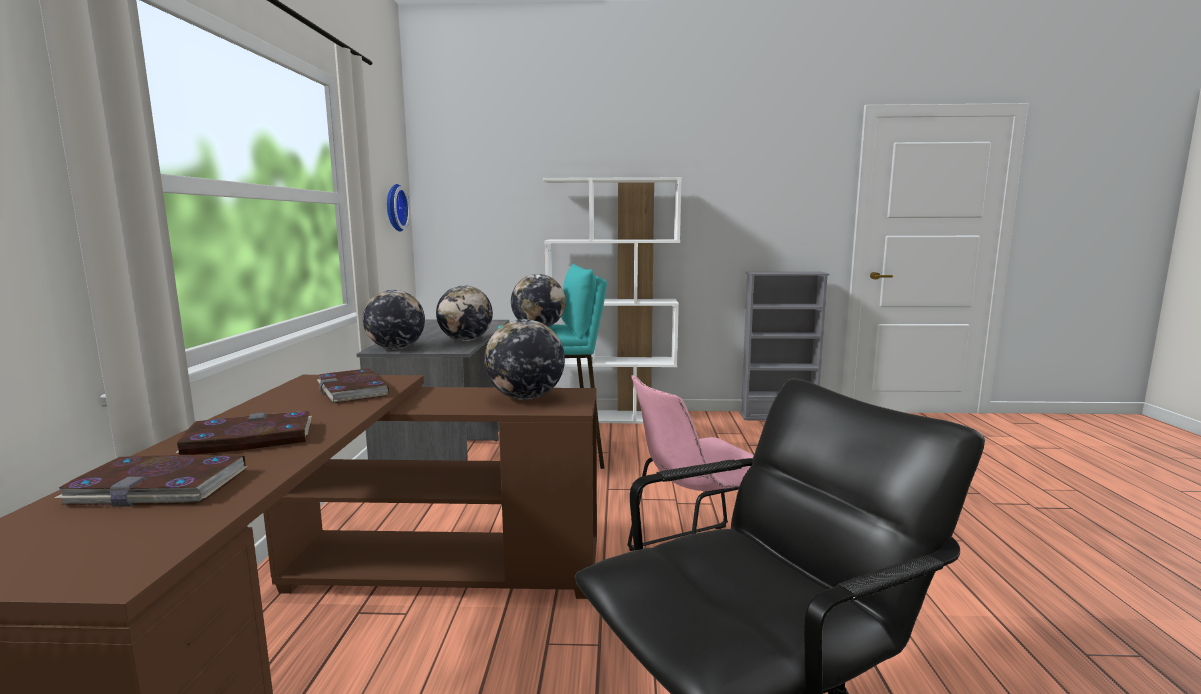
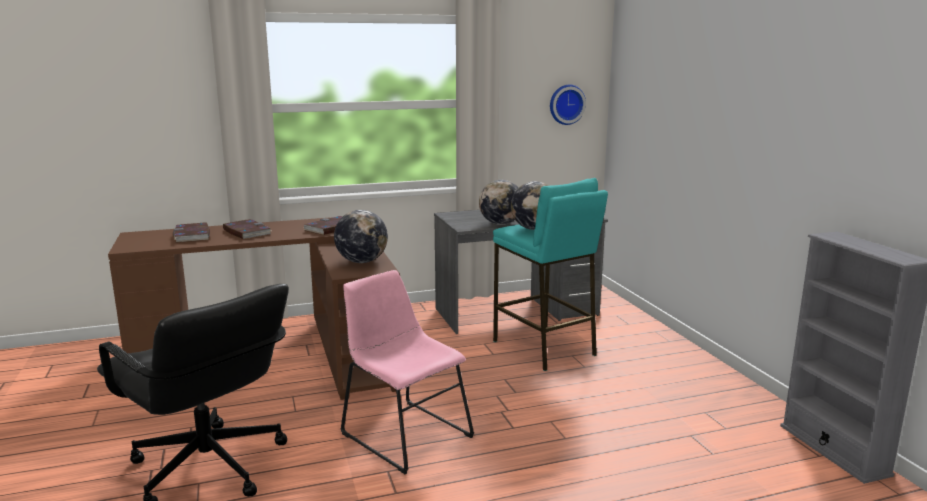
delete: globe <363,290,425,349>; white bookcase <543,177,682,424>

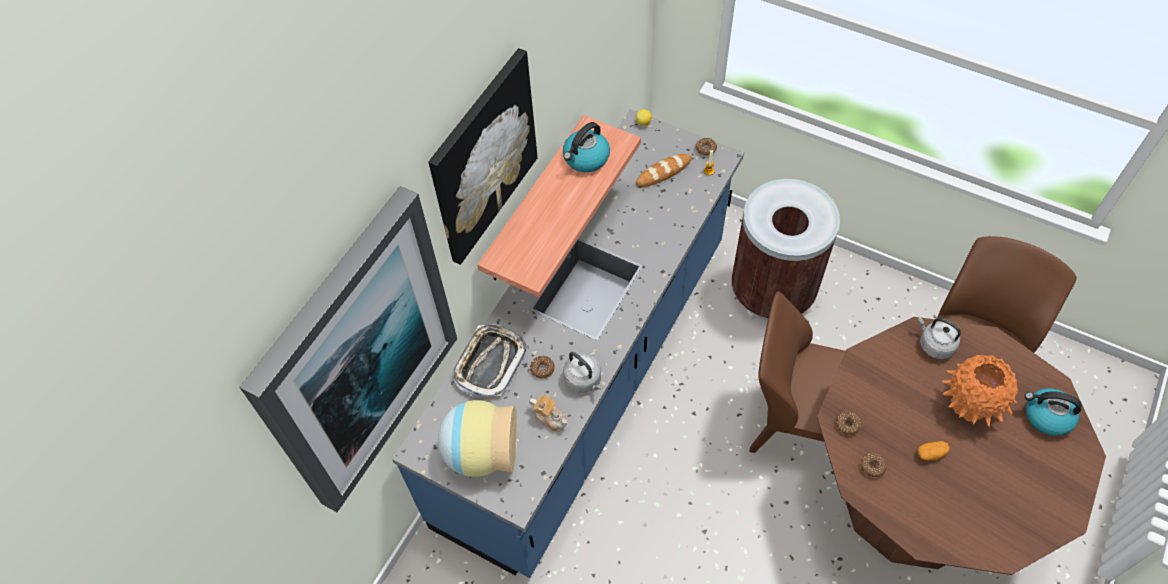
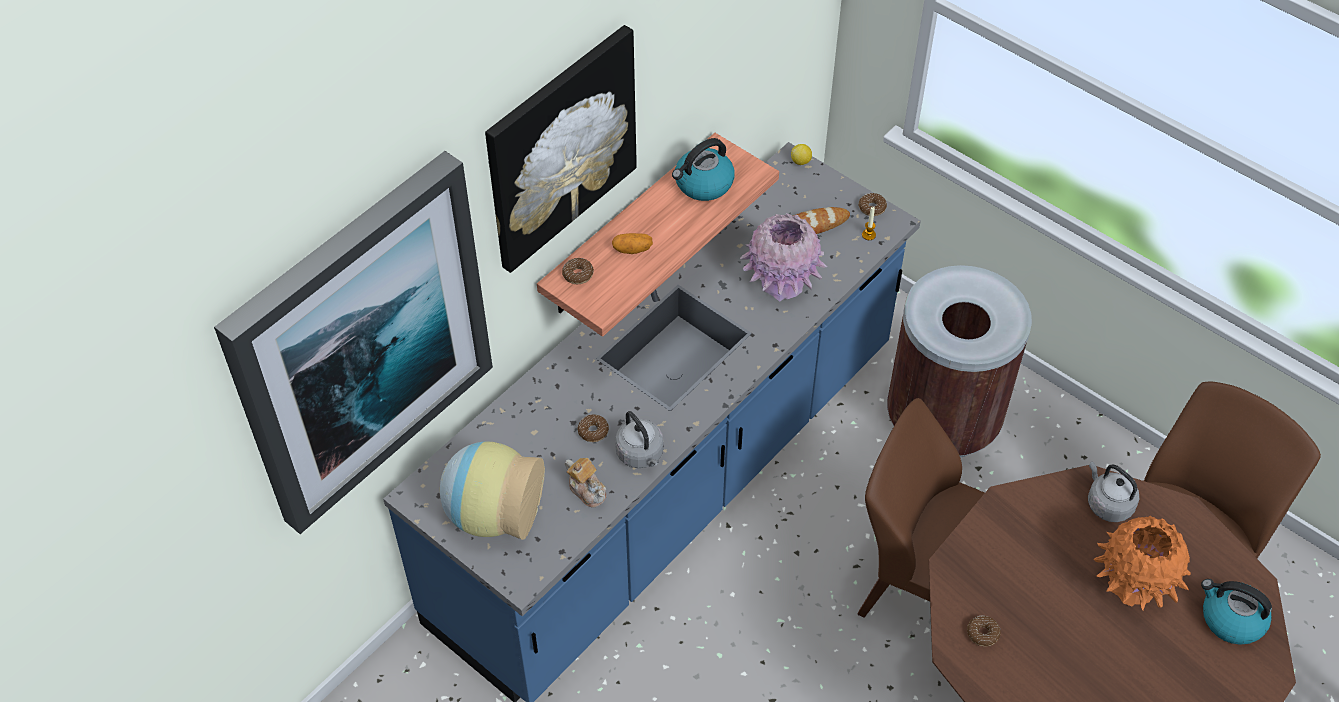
delete: tray <453,324,527,396>
insert: pink vase <740,213,827,302>
move: donut <836,412,862,435> to <562,258,594,284>; potato <917,441,950,461> to <612,233,653,254>

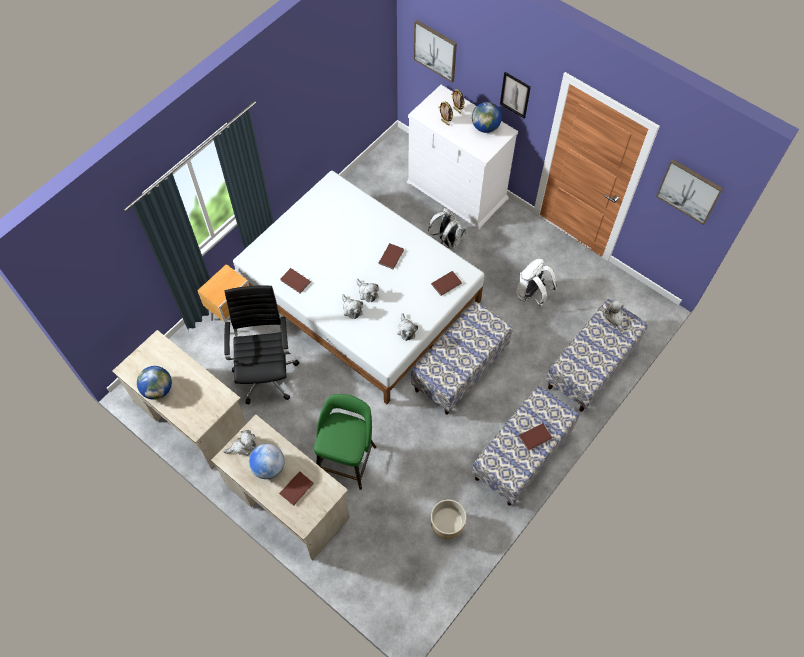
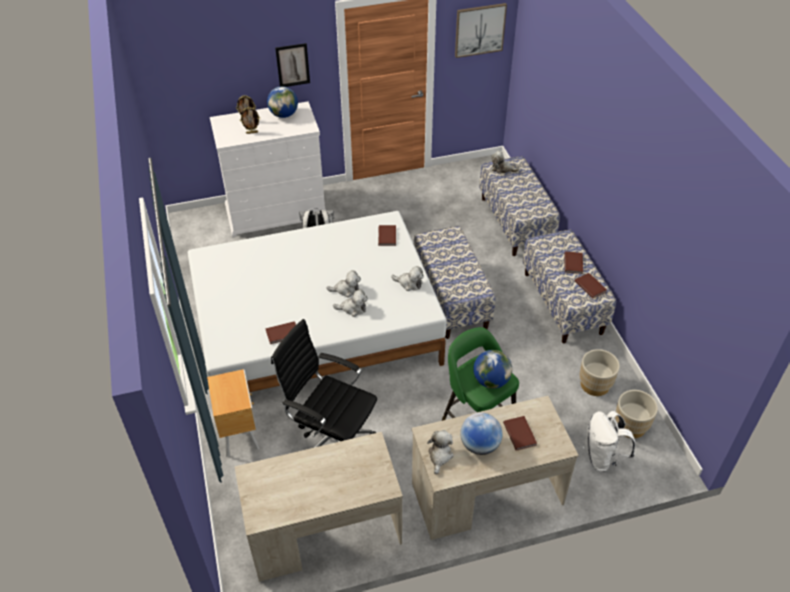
delete: picture <414,20,457,83>
insert: beige planter <615,390,658,438>
move: globe <137,366,172,400> to <473,350,512,389>; brown book <379,243,404,270> to <574,273,607,298>; white backpack <516,259,557,307> to <583,411,636,472>

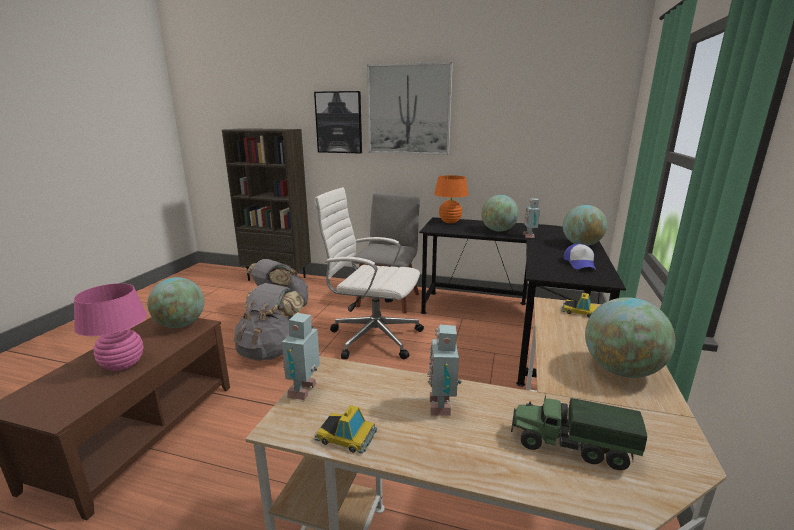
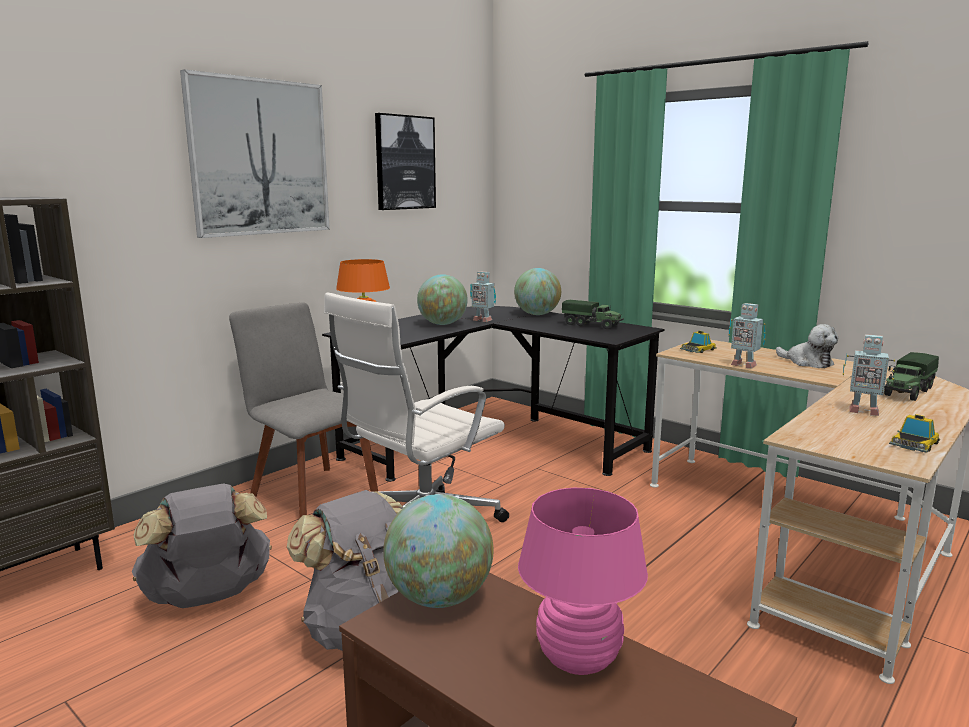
move: picture <314,91,362,154> to <375,113,436,210>; toy robot <282,313,320,400> to <728,303,766,368>
replace: cap <564,244,596,269> to toy truck <562,300,624,329>; globe <585,297,675,378> to plush toy <776,324,838,368>

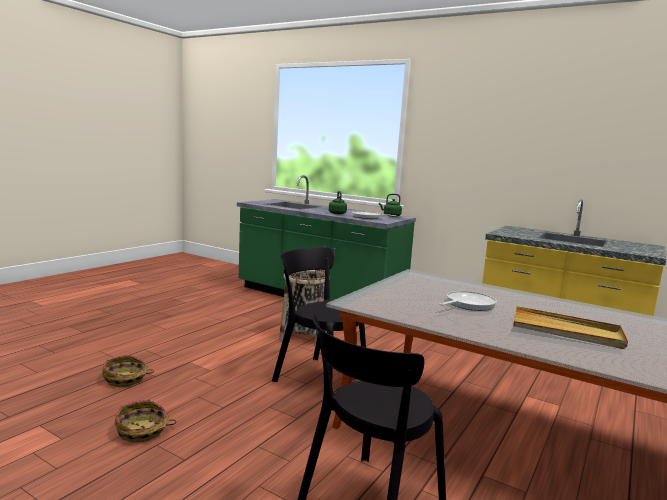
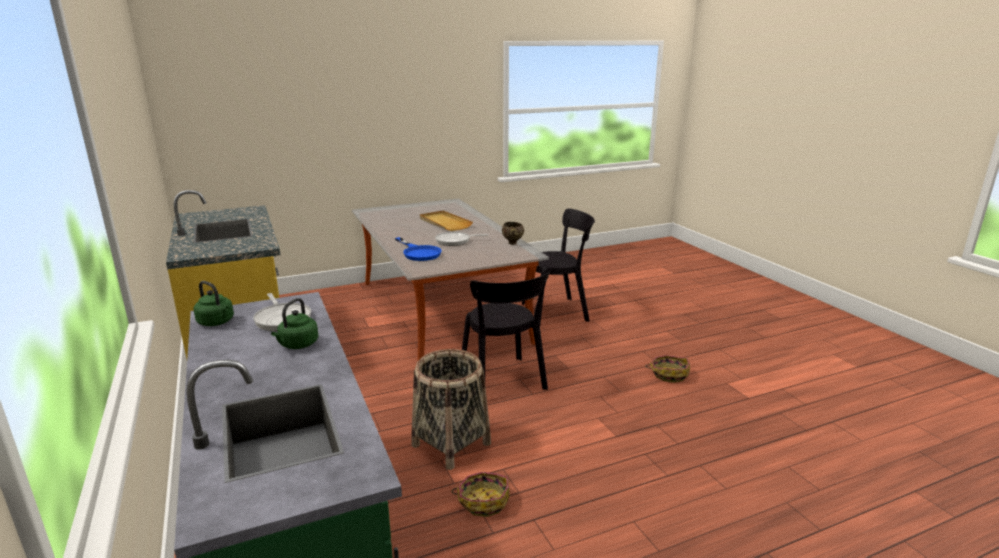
insert: blue frying pan <395,237,441,261>; brown bowl <502,222,524,245>
move: basket <102,355,154,387> to <451,472,510,517>

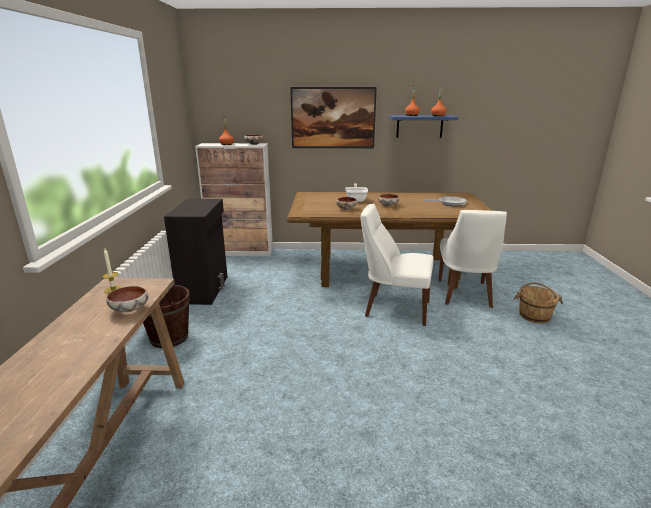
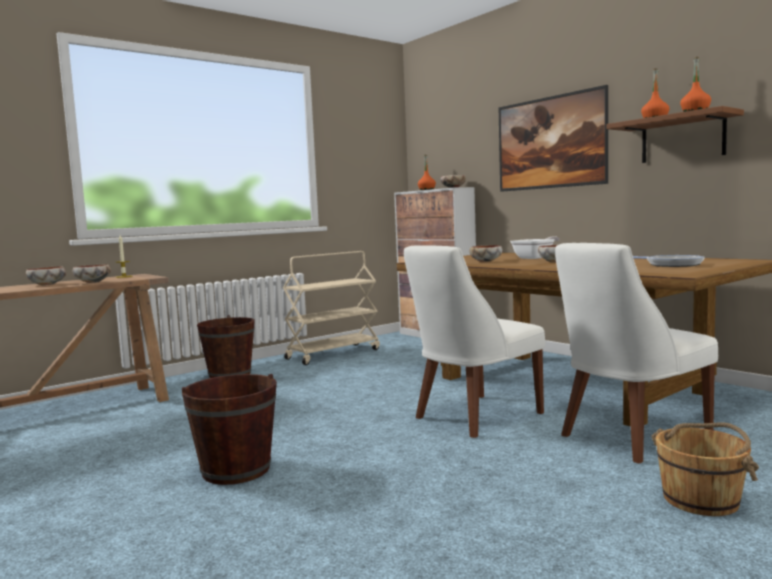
insert: bowl <26,266,66,286>; brown bucket <182,374,277,485>
replace: black cabinet <164,199,227,305> to beige cart <283,251,380,365>
recolor: blue shelf <389,115,459,138> to brown shelf <607,106,744,163>
rotate: white chair <361,204,433,326> = <404,245,545,438> 105 degrees counterclockwise

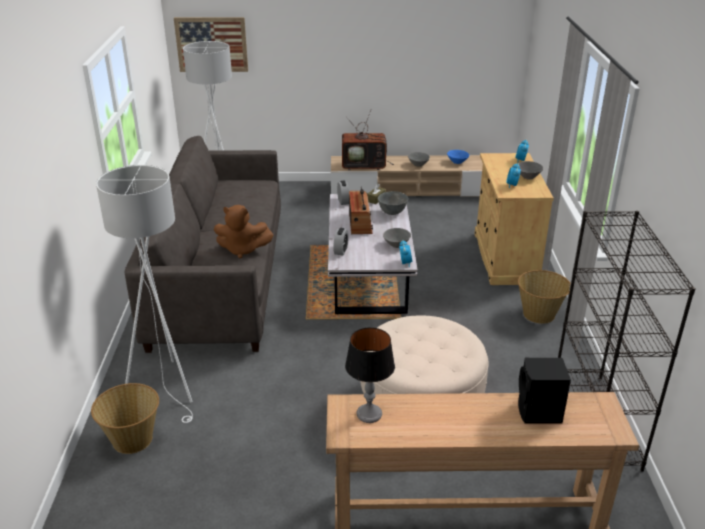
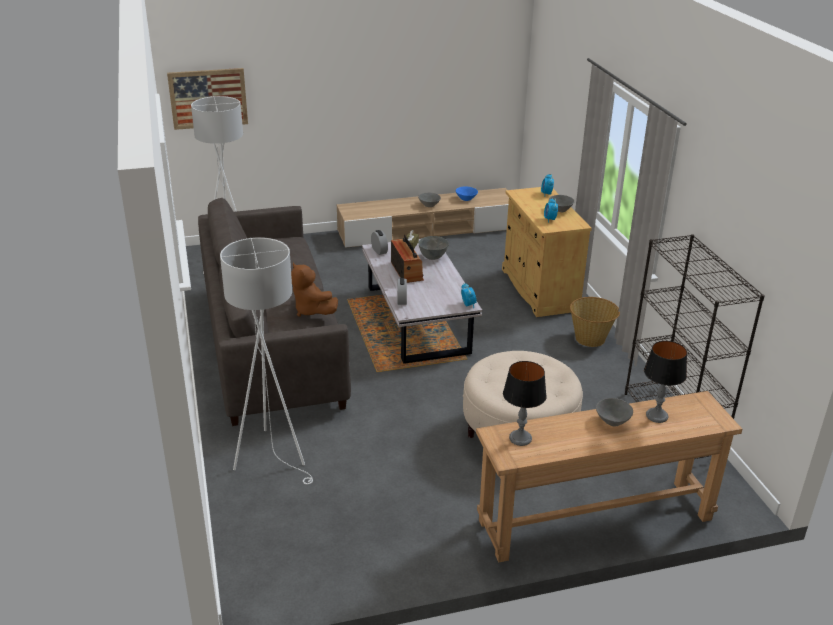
delete: basket <91,383,159,454>; television <342,111,394,170>
move: grey bowl <383,228,411,248> to <596,398,633,426>
replace: black speaker <518,357,571,424> to table lamp <644,341,687,423>
rotate: brown plush toy <214,205,273,258> = <291,263,338,317> 60 degrees clockwise

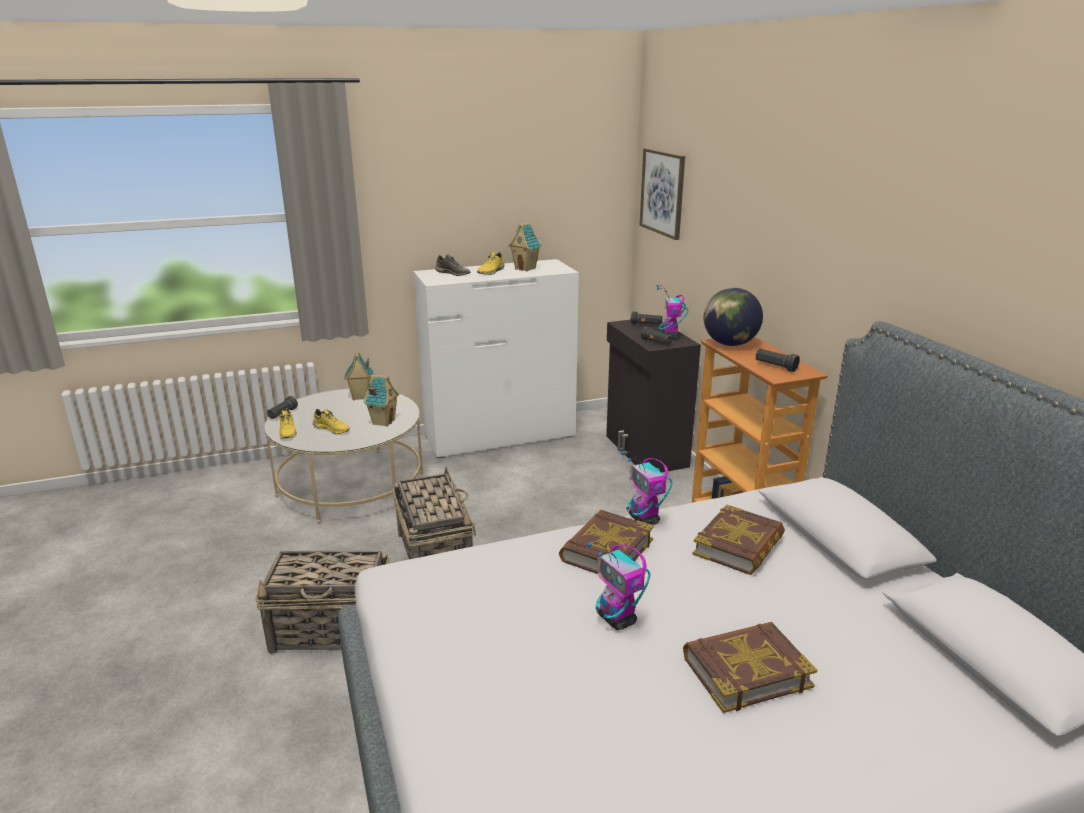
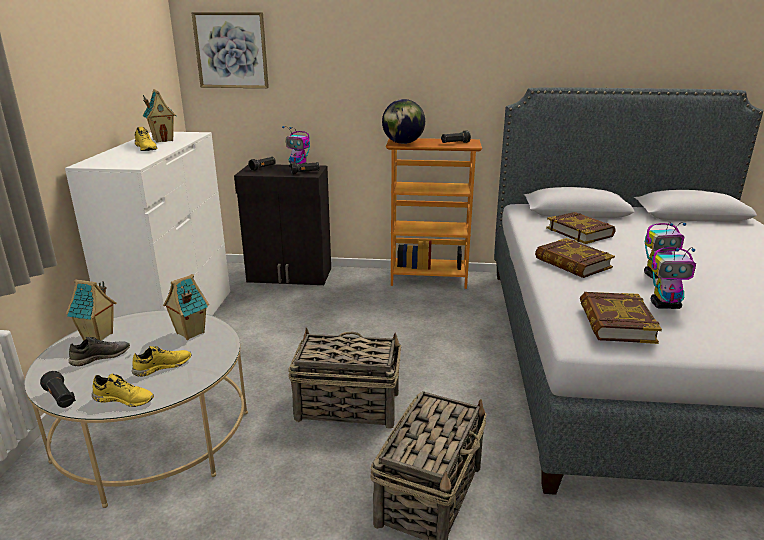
move: grey shoe <435,255,471,276> to <69,337,130,366>; book <683,622,817,713> to <580,292,662,344>; toy robot <621,451,672,525> to <651,247,696,309>

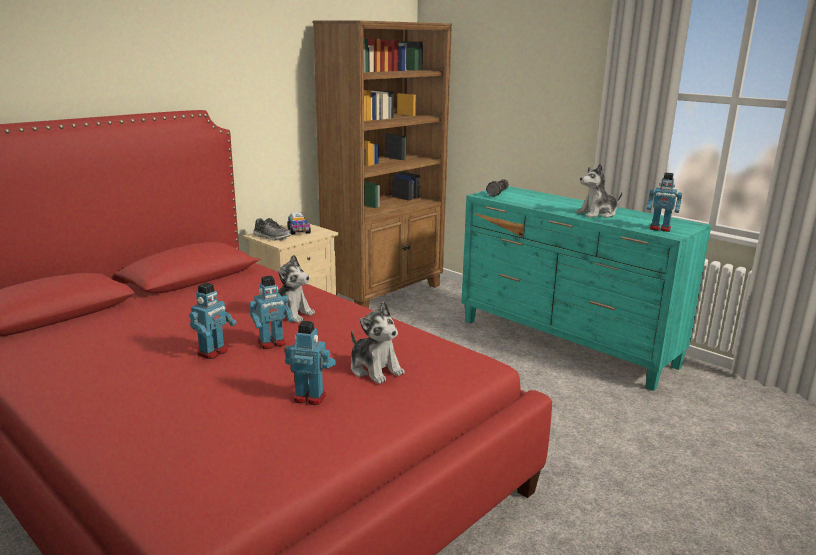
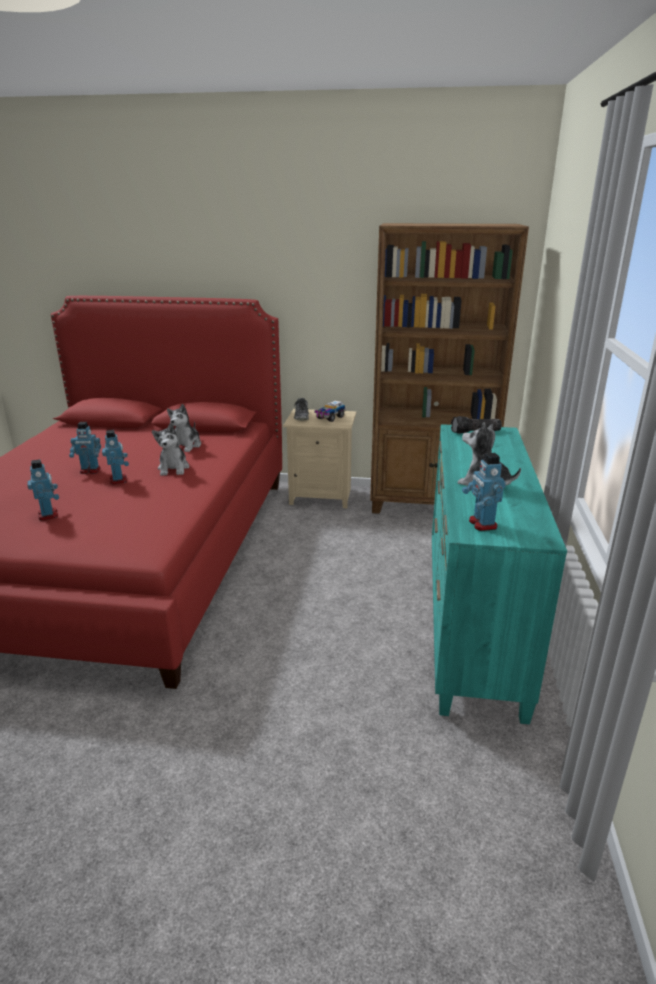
move: plush toy <351,301,405,384> to <167,404,201,452>
rotate: toy robot <249,276,294,349> = <102,430,129,484> 135 degrees counterclockwise

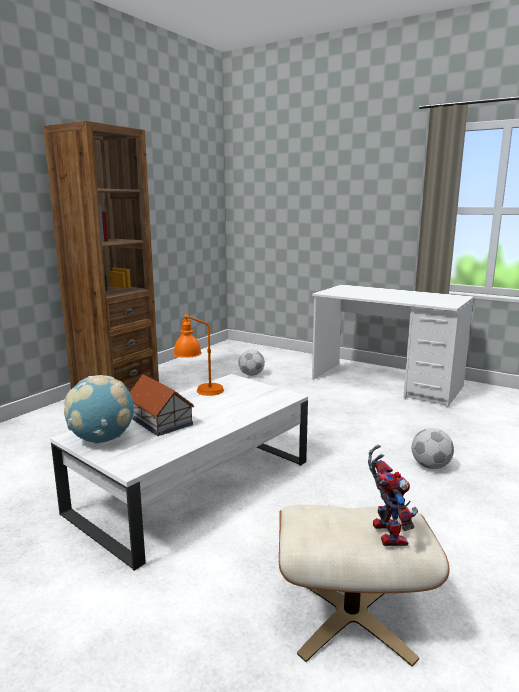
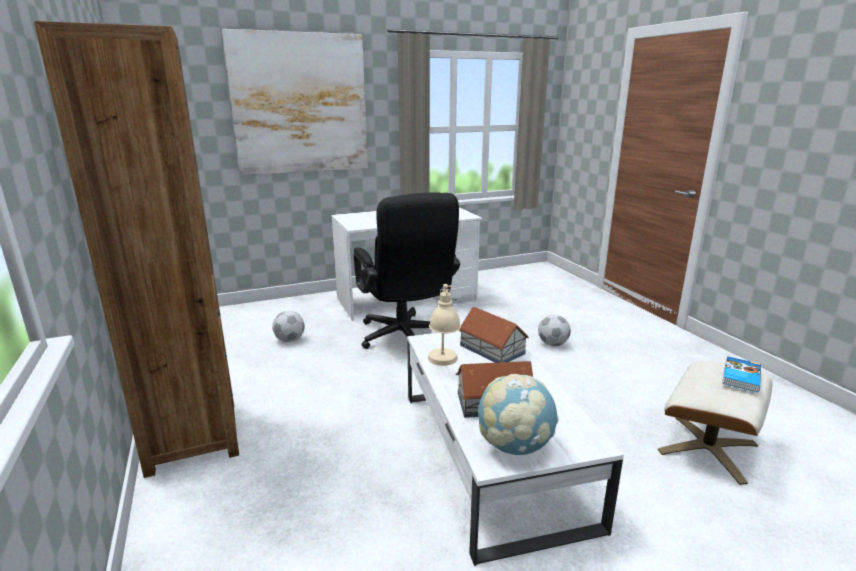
insert: picture <222,29,368,175>; black office chair <353,193,460,349>; toy house <459,307,529,363>
replace: toy robot <368,445,418,546> to book <722,356,761,392>
recolor: orange table lamp <173,314,224,396> to beige table lamp <428,284,461,366>

